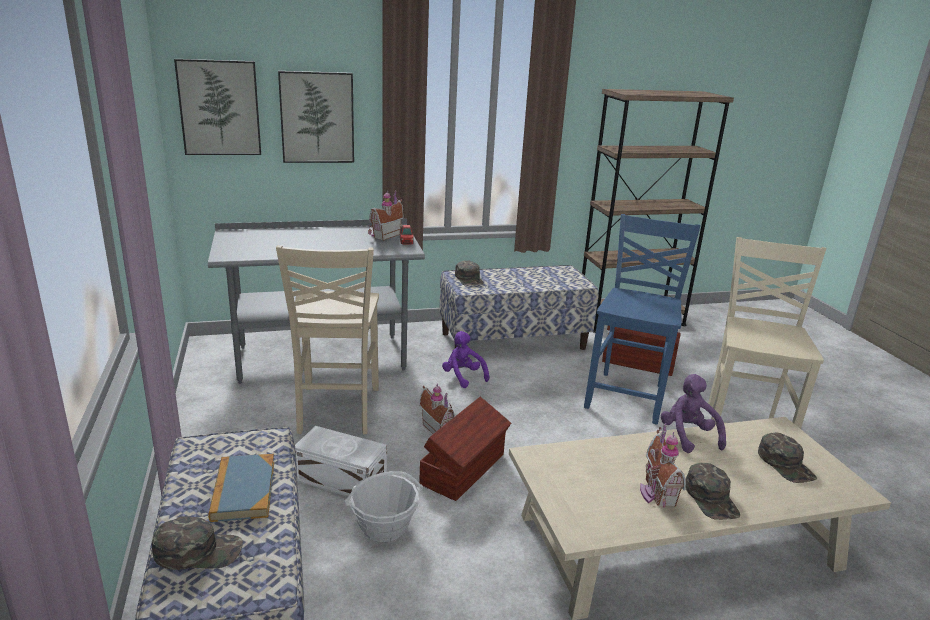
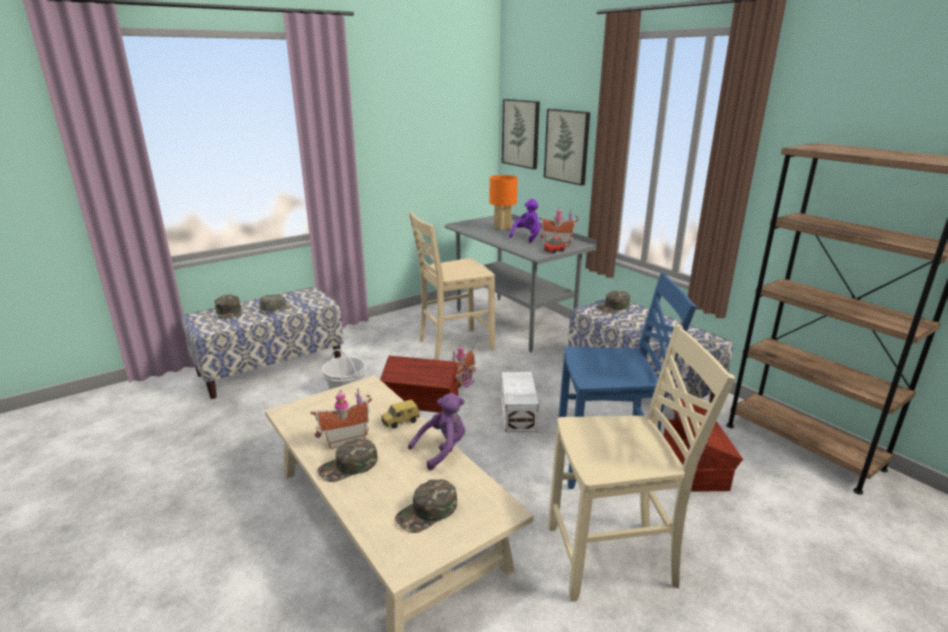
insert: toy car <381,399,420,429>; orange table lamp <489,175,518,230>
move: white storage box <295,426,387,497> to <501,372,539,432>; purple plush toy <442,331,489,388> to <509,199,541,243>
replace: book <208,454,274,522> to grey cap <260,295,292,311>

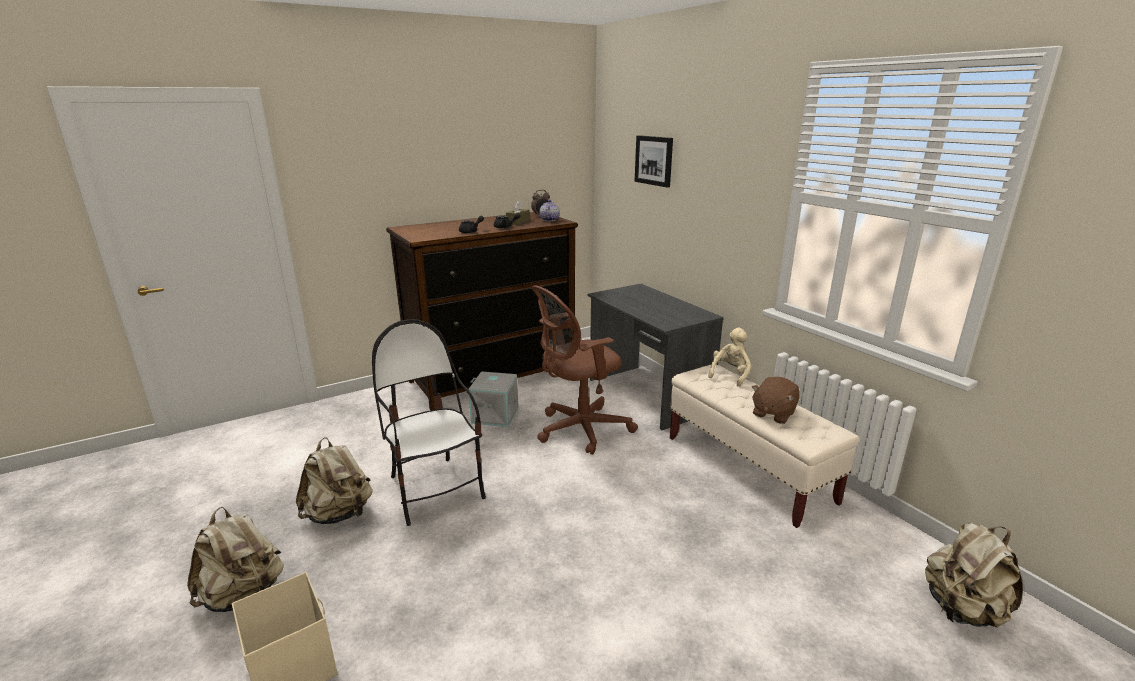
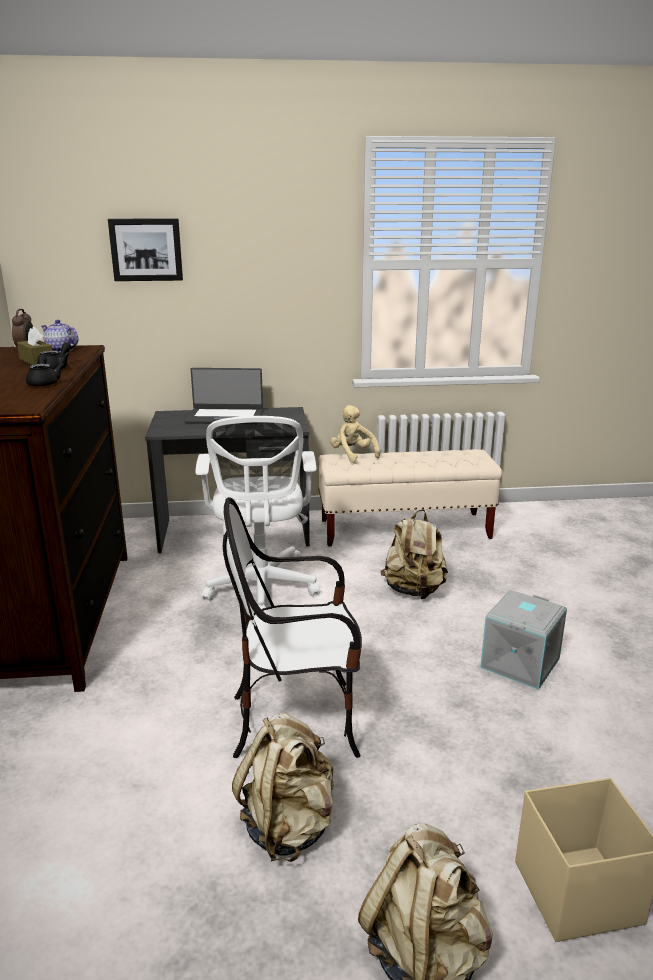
delete: brown plush toy <752,377,800,424>
insert: laptop <185,368,263,424>
move: beige backpack <925,523,1023,627> to <381,510,448,599>; grey storage box <468,372,518,427> to <480,590,567,690>
recolor: brown office chair <531,285,638,455> to white office chair <195,416,320,609>

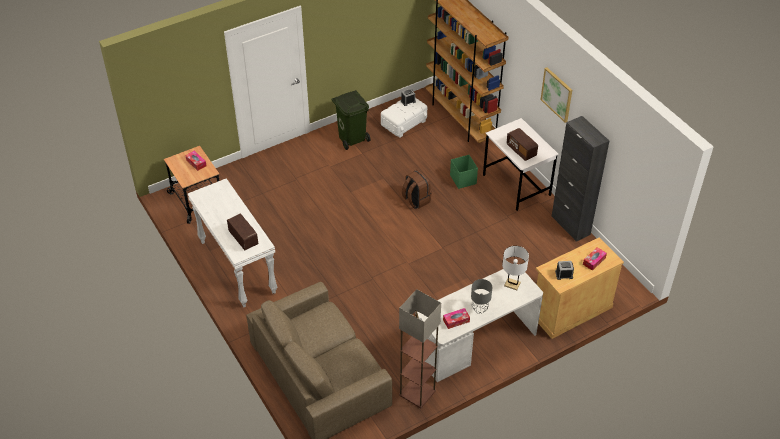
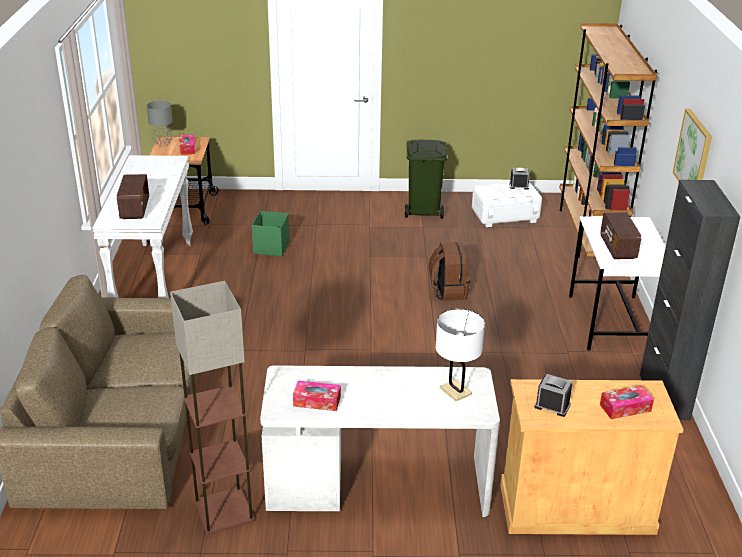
move: grey table lamp <471,279,492,314> to <147,101,173,147>; green storage box <450,155,478,189> to <252,211,289,257>

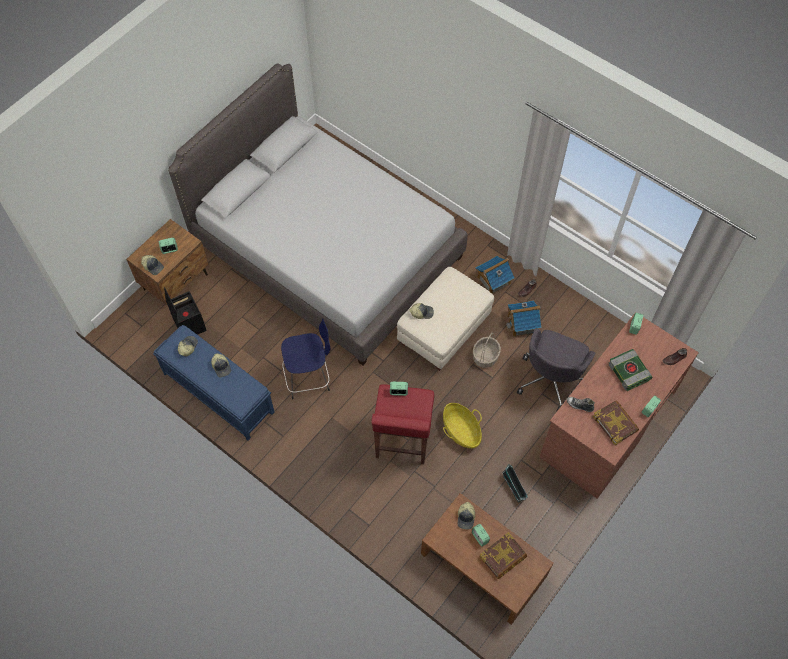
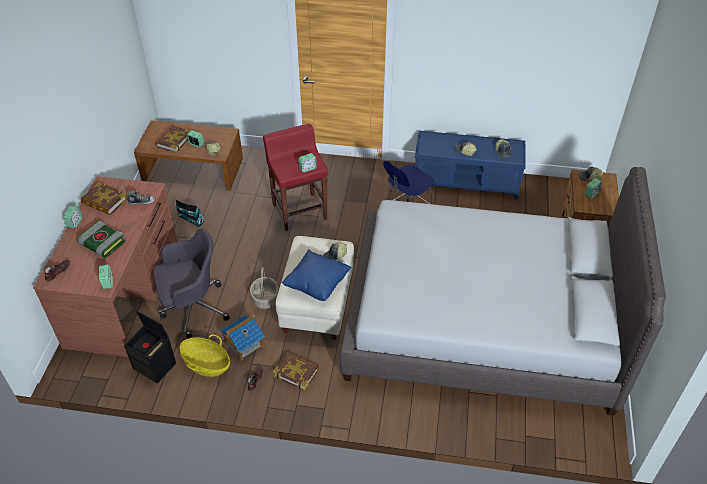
insert: blue pillow <282,249,352,301>
move: black storage box <164,287,207,335> to <124,310,176,383>; basket <443,403,482,448> to <179,335,230,377>
replace: toy house <475,256,515,294> to book <273,352,319,391>
rotate: grey office chair <517,328,595,412> = <153,228,230,339> 75 degrees clockwise

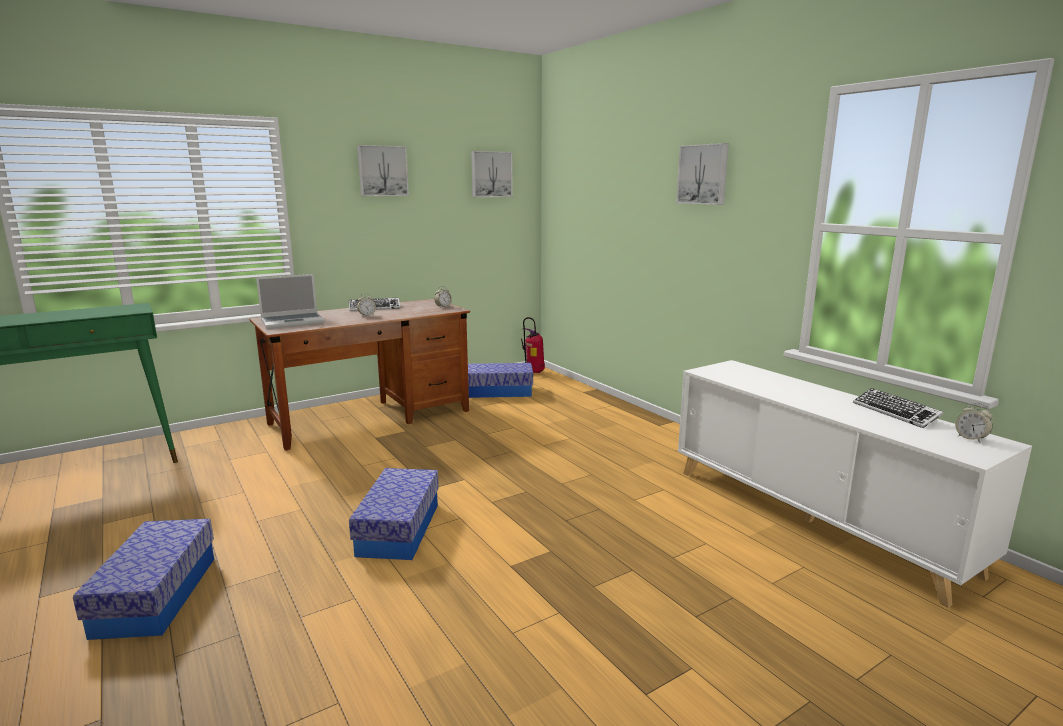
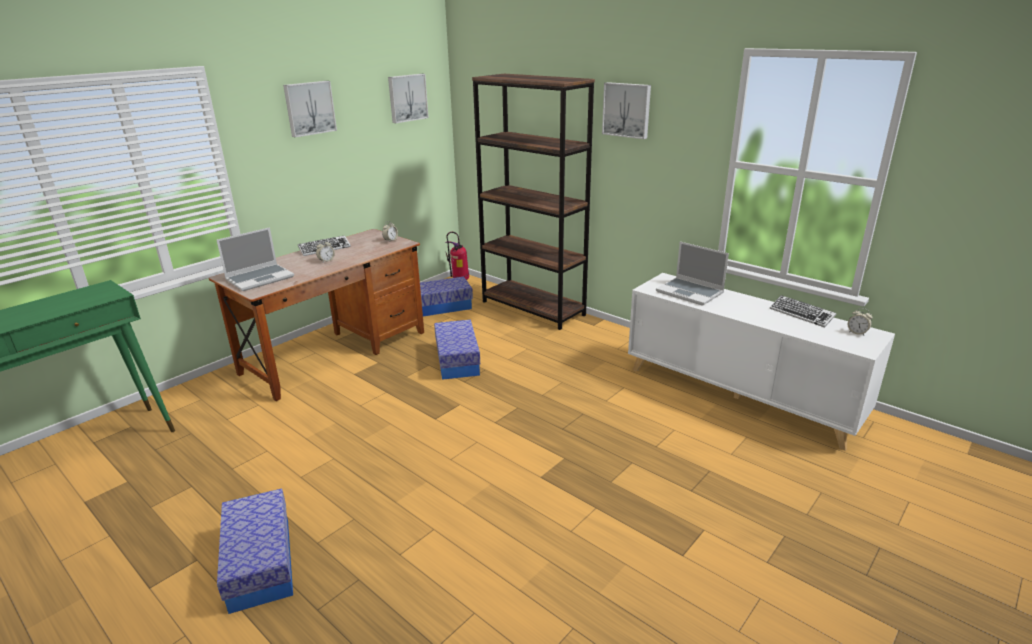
insert: brown bookcase <472,74,595,330>; laptop <656,242,729,306>
move: storage box <349,468,439,560> to <434,320,480,380>

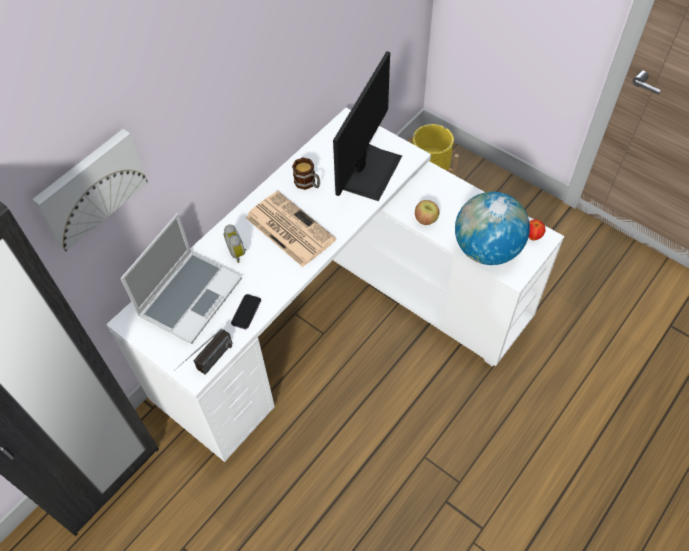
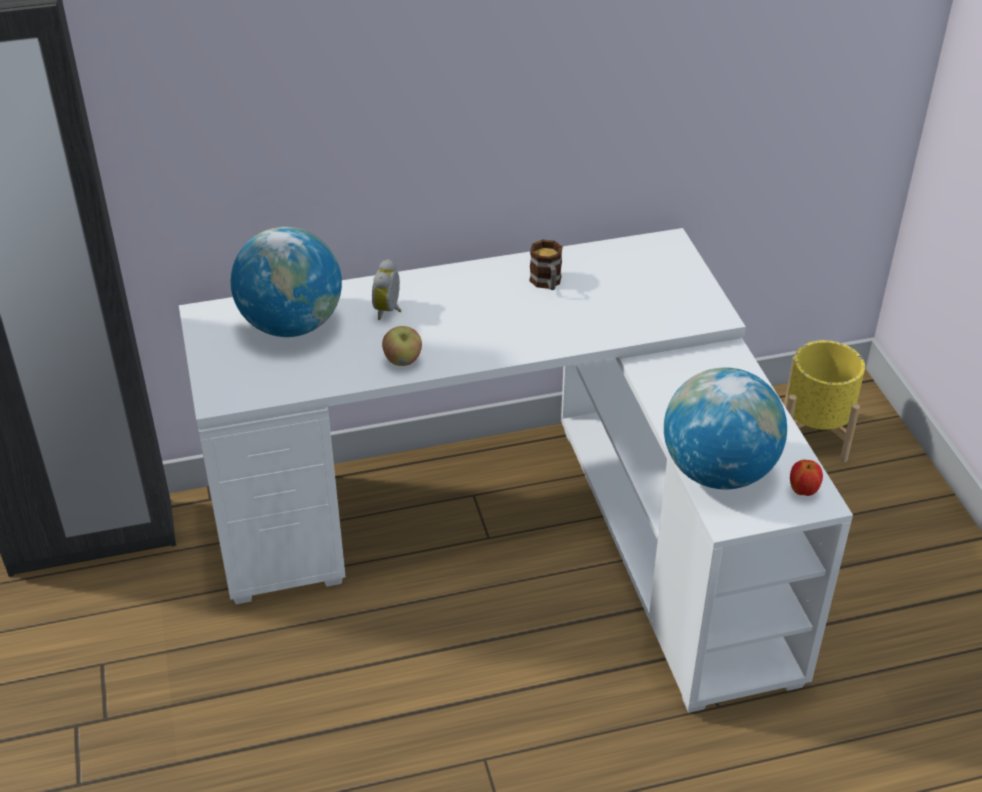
delete: picture <32,129,148,251>; radio <174,329,232,375>; phone <231,294,261,329>; newspaper <246,191,336,267>; monitor <333,51,402,201>
move: apple <415,200,439,225> to <382,326,422,366>
replace: laptop <120,213,242,344> to globe <231,227,342,337>

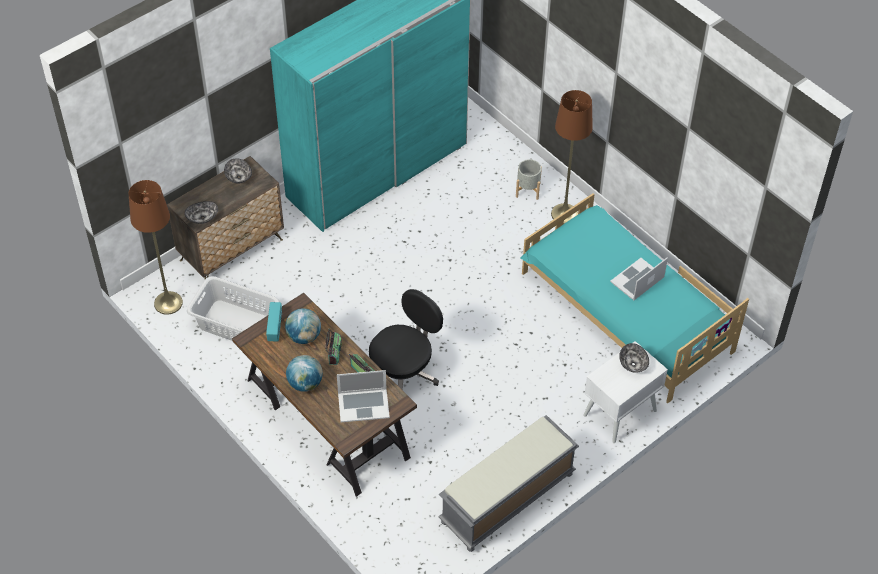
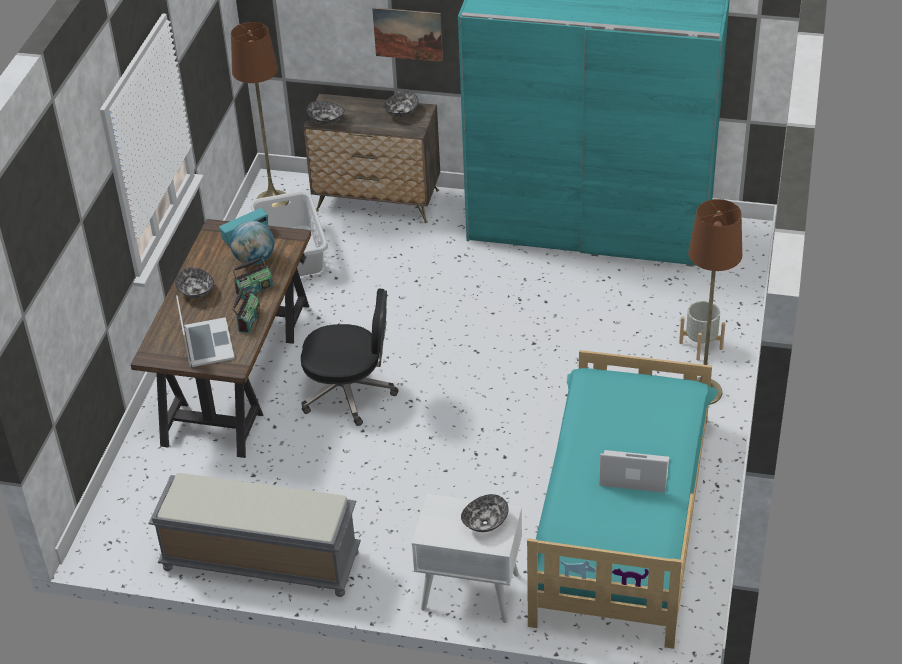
insert: picture <372,7,443,62>
replace: globe <286,355,323,392> to bowl <175,268,214,298>
rotate: laptop <337,370,390,422> = <176,295,235,367> 150 degrees counterclockwise

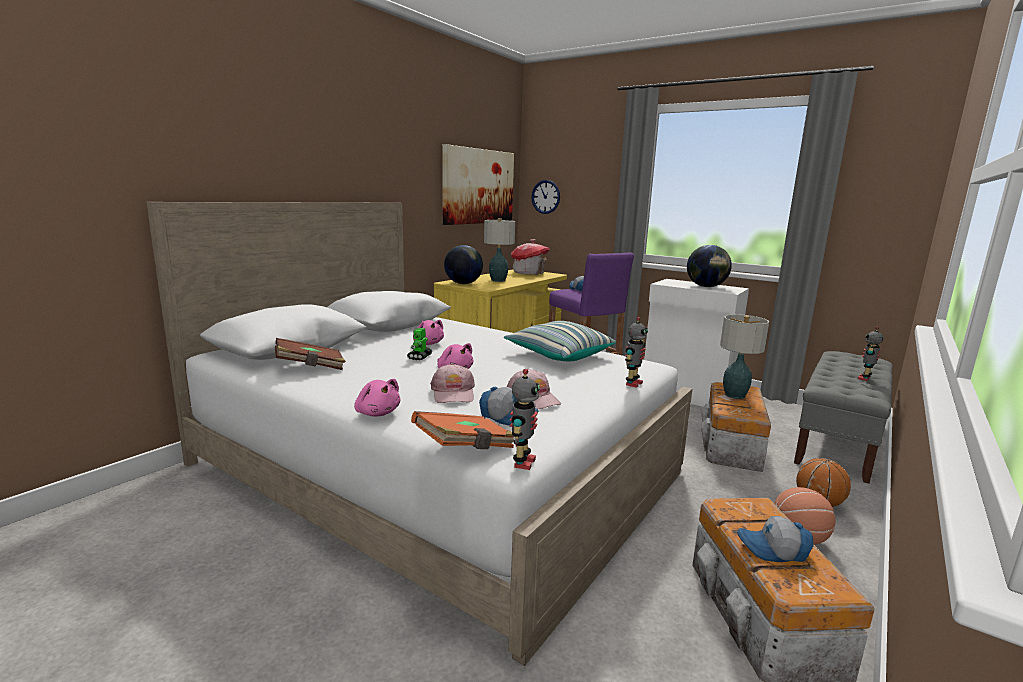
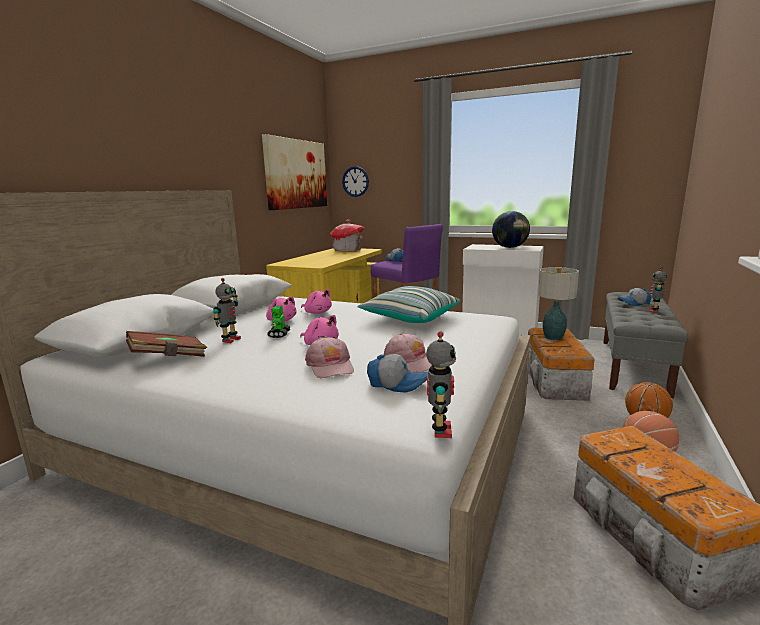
delete: orange book <411,411,514,449>; globe <444,245,483,284>; table lamp <484,218,515,282>
move: toy robot <625,317,648,388> to <213,278,241,343>; pink plush toy <354,379,400,416> to <301,289,332,314>; cap <737,516,814,562> to <617,288,652,306>

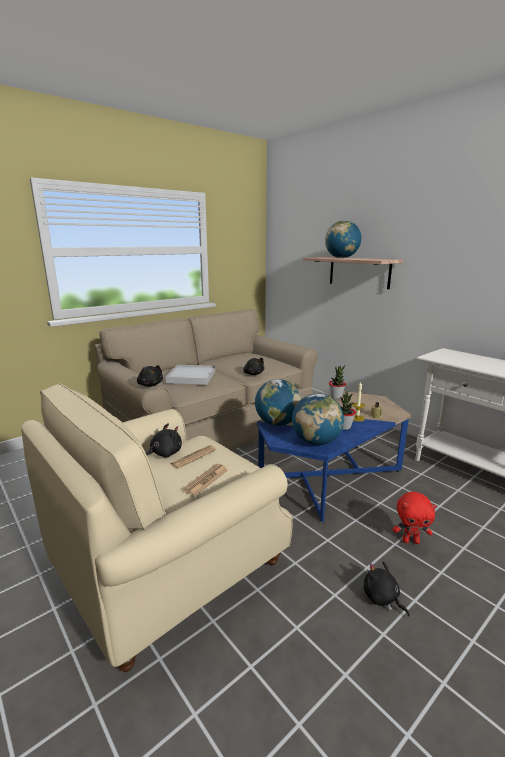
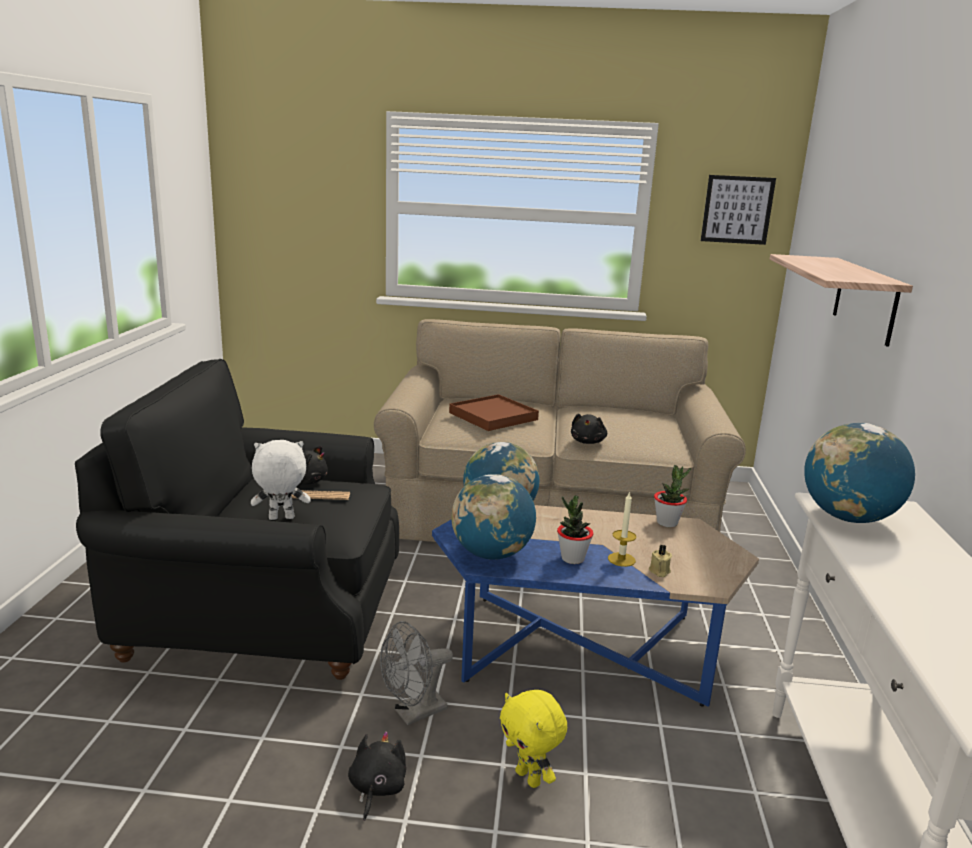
delete: black plush toy <137,365,163,387>
insert: grey fan <380,621,453,725>; picture <701,175,776,245>
move: globe <325,221,361,258> to <804,423,915,523>
replace: newspaper <183,464,228,496> to white plush toy <251,440,311,520>
recolor: beige armchair <21,383,292,672> to black armchair <75,359,399,680>; white tray <165,365,215,385> to brown tray <449,394,539,431>; red plush toy <392,492,437,544> to yellow plush toy <500,690,567,788>

